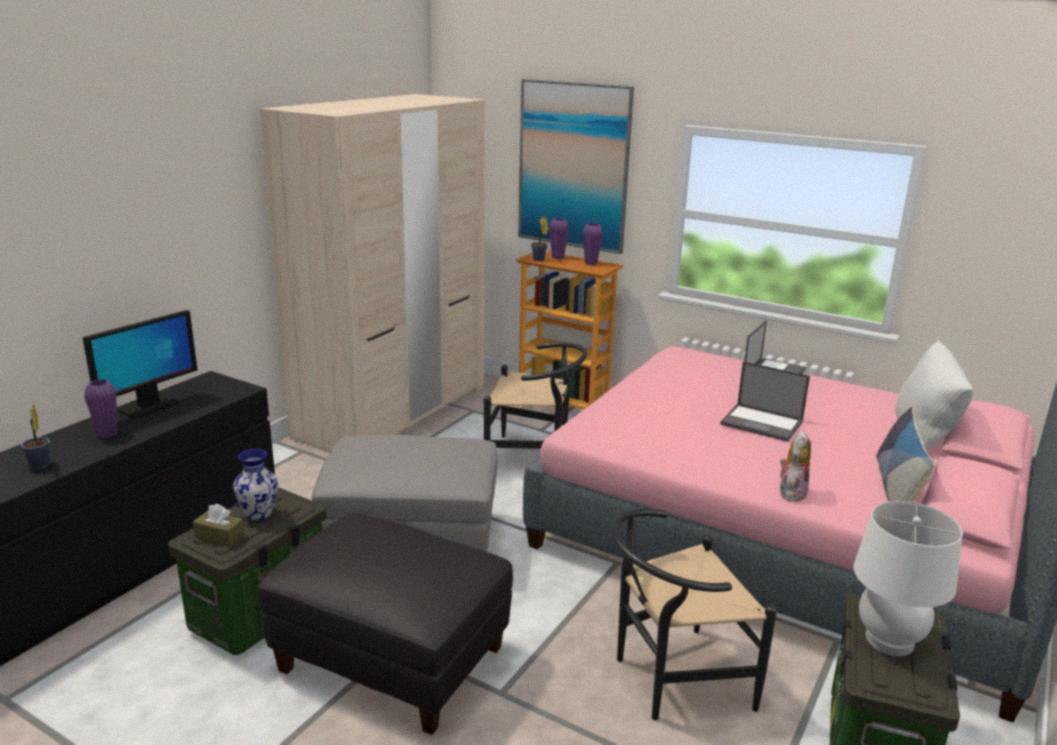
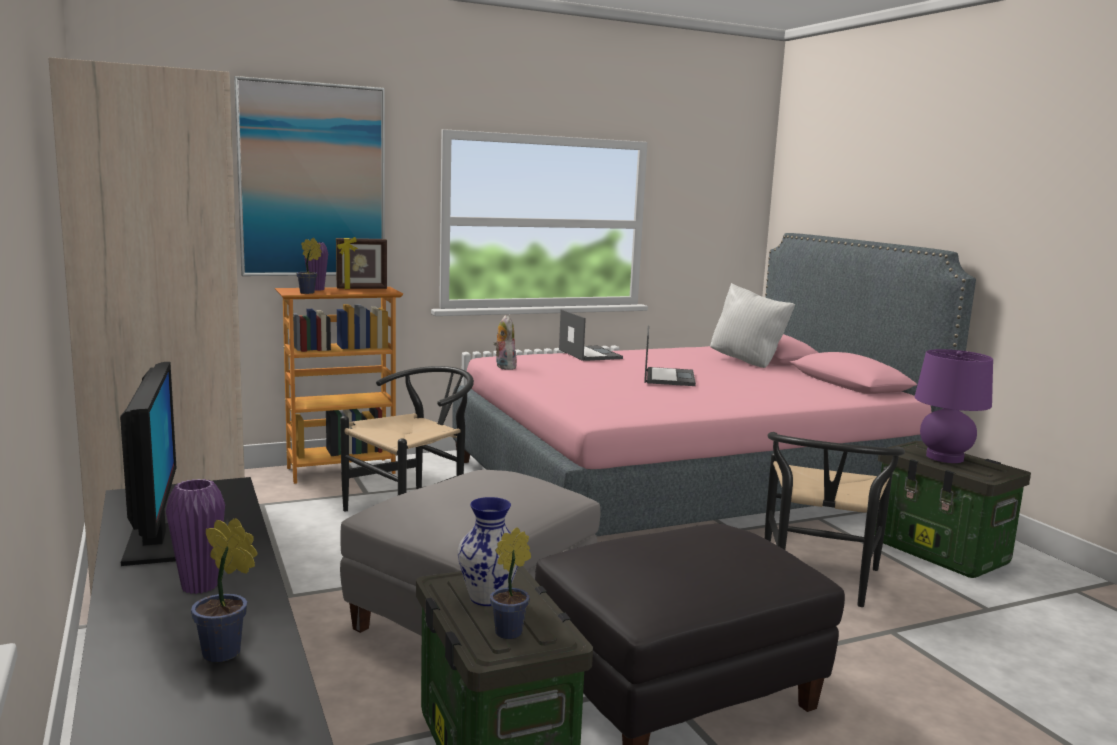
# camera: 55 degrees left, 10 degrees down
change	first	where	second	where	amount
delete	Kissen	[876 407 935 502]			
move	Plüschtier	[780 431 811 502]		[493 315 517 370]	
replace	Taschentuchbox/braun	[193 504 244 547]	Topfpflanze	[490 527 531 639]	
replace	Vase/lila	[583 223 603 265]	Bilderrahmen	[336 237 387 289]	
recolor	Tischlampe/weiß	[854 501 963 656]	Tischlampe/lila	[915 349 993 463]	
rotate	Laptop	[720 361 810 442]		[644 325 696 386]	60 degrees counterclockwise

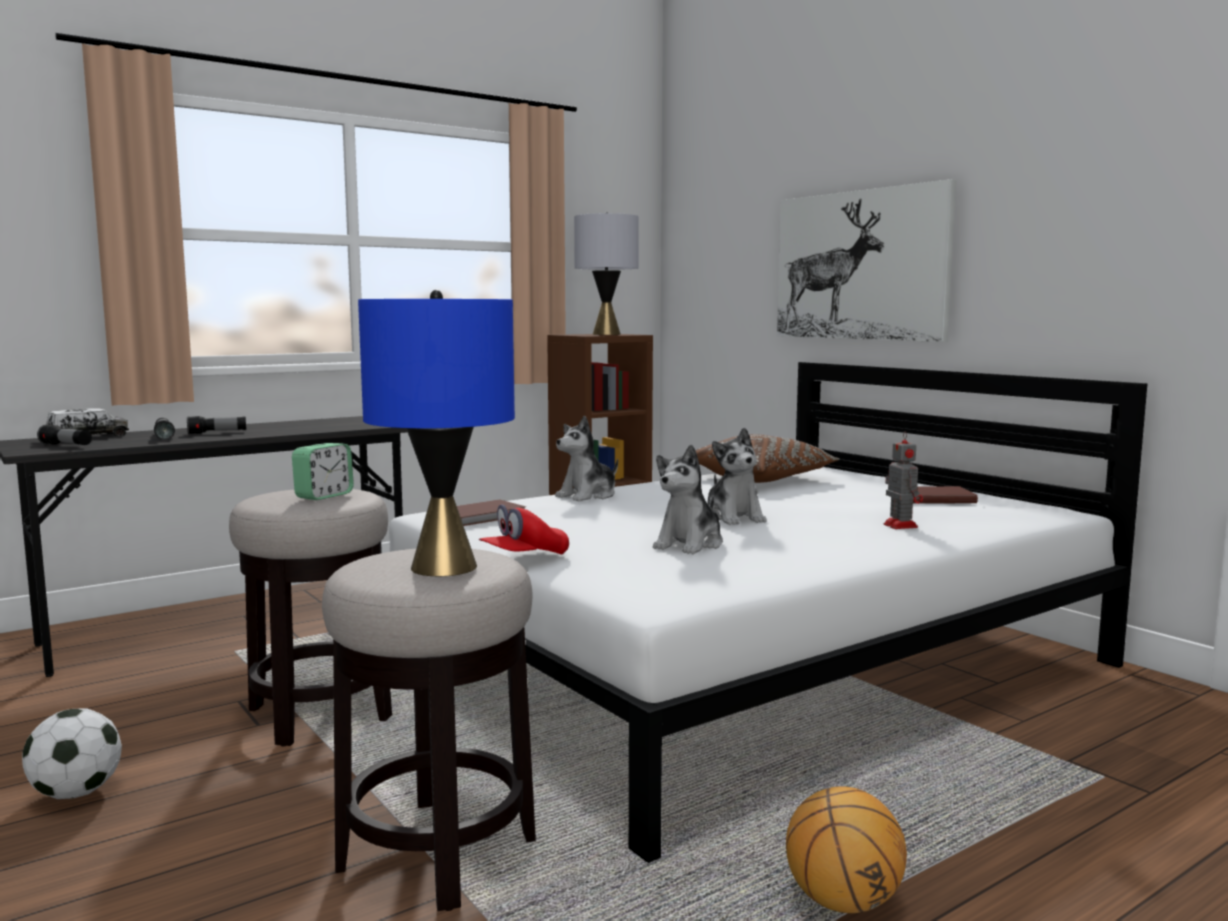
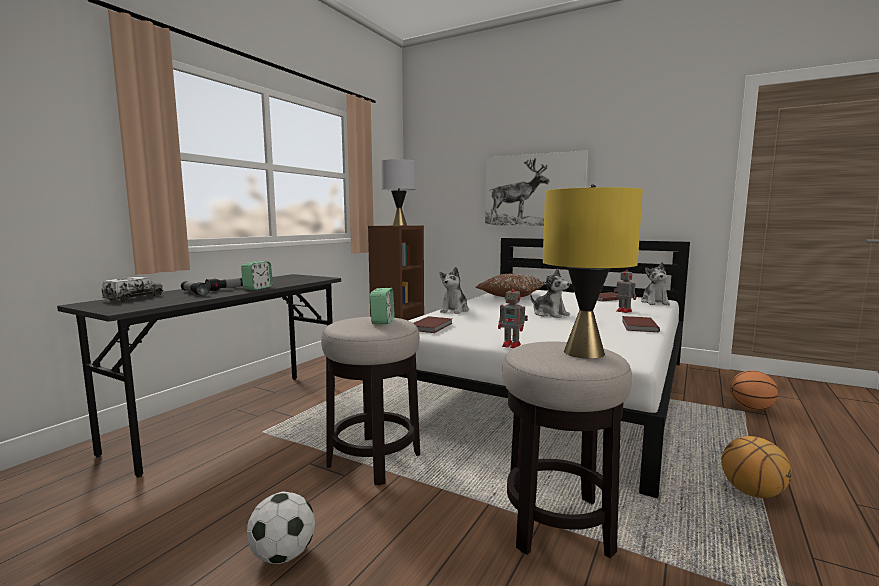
# camera: 25 degrees left, 0 degrees up
change	first	where	second	where	amount
delete	Taschenlampe	[37 424 92 445]			
insert			Wecker	[241 261 273 290]	
insert			Buch/braun	[622 316 660 332]	
insert			Basketball	[730 371 778 411]	
move	Plüschtier	[653 445 723 554]		[641 262 670 305]	
replace	Kappe/rot	[479 504 569 554]	Spielzeugroboter	[498 284 528 348]	
recolor	Tischlampe/blau	[358 290 515 576]	Tischlampe/gelb	[543 184 643 359]	

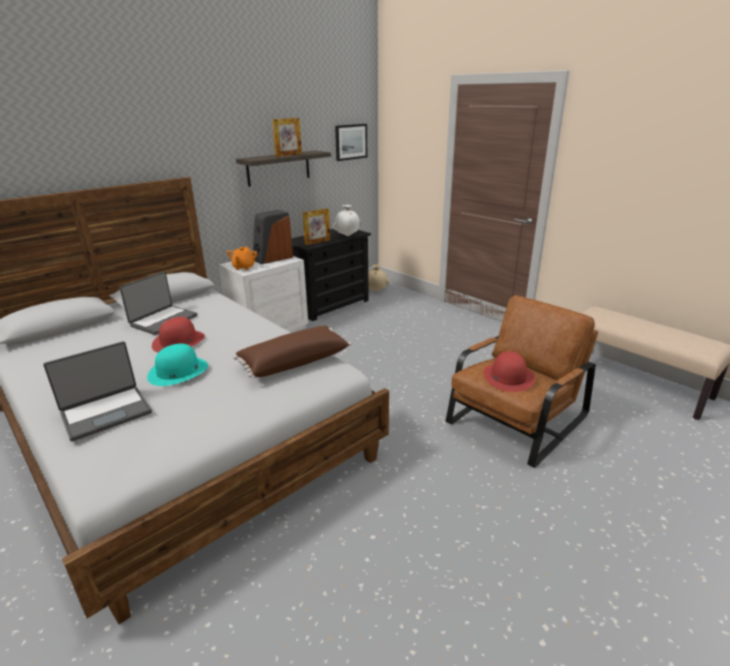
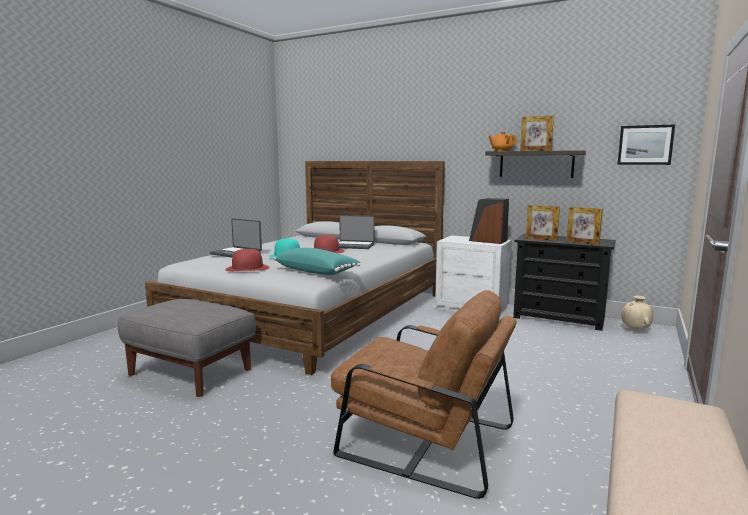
# camera: 70 degrees right, 15 degrees down
change	first	where	second	where	amount
insert			Polsterhocker/grau	[118 299 256 397]	
move	Teekanne/orange	[227 247 257 270]		[489 132 517 151]	
move	Hut/rot	[483 351 535 392]		[225 249 270 271]	
replace	Vase/weiß	[333 205 361 236]	Bilderrahmen	[566 207 603 245]	
recolor	Kissen/braun	[233 326 352 378]	Kissen/türkis	[274 248 360 275]	

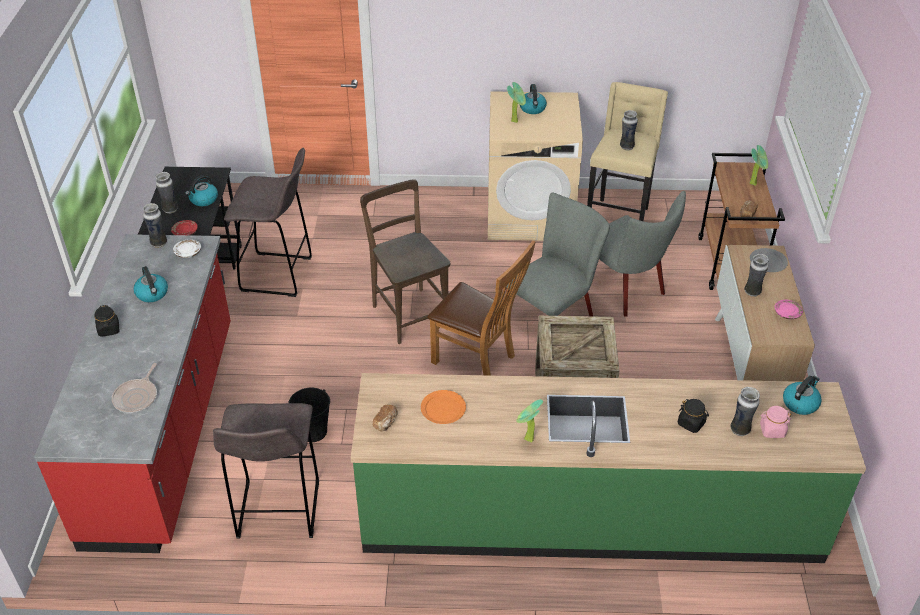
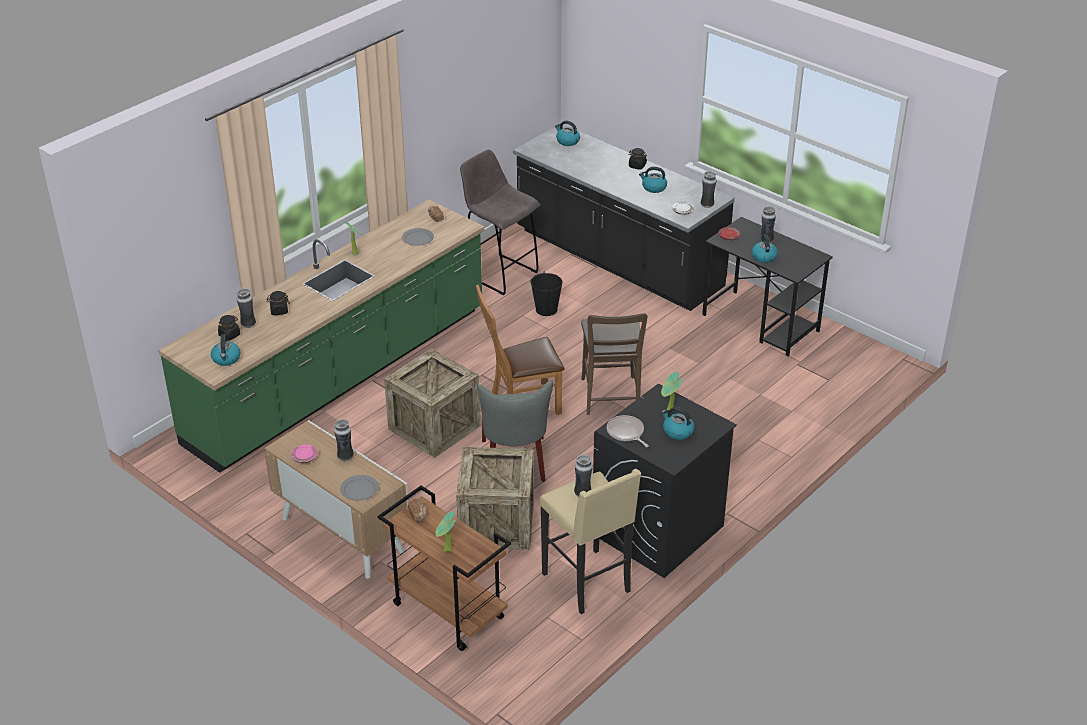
# camera: 130 degrees right, 5 degrees down
change	first	where	second	where	amount
delete	Hocker/grau	[224 148 312 297]			
insert			Wasserkessel	[555 121 580 146]	
move	Pfanne	[112 363 157 413]		[607 415 649 447]	
replace	Stuhl/grau	[599 191 686 316]	Kiste	[456 447 534 550]	
recolor	Küchenzeile/rot	[34 234 231 553]	Küchenzeile/schwarz	[513 124 735 311]	
recolor	Teller/orange	[421 390 466 424]	Teller/grau	[402 228 434 246]	
recolor	Waschmaschine/beige	[488 91 583 241]	Waschmaschine/schwarz	[593 384 737 578]	
recolor	Vorratsglas/rosa	[760 406 791 438]	Vorratsglas/schwarz	[218 315 240 341]	
rotate	Stuhl/braun	[360 179 450 344]		[581 313 647 415]	75 degrees clockwise

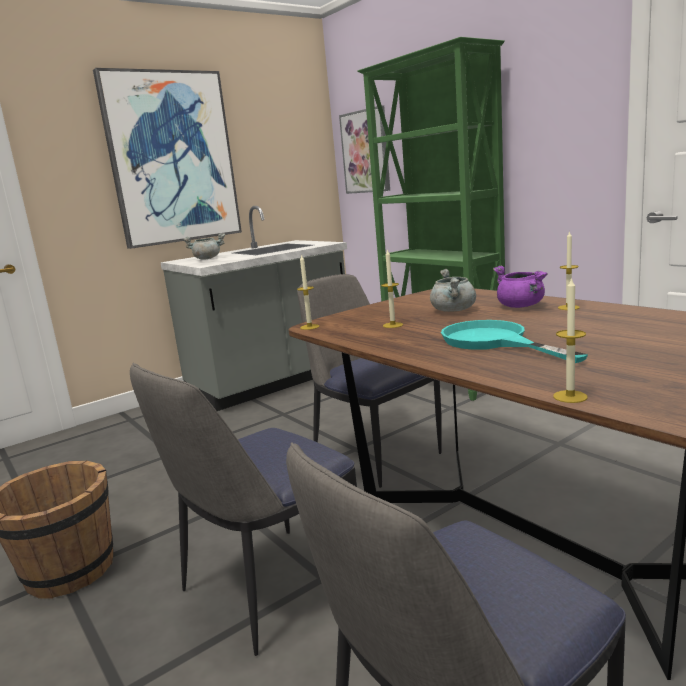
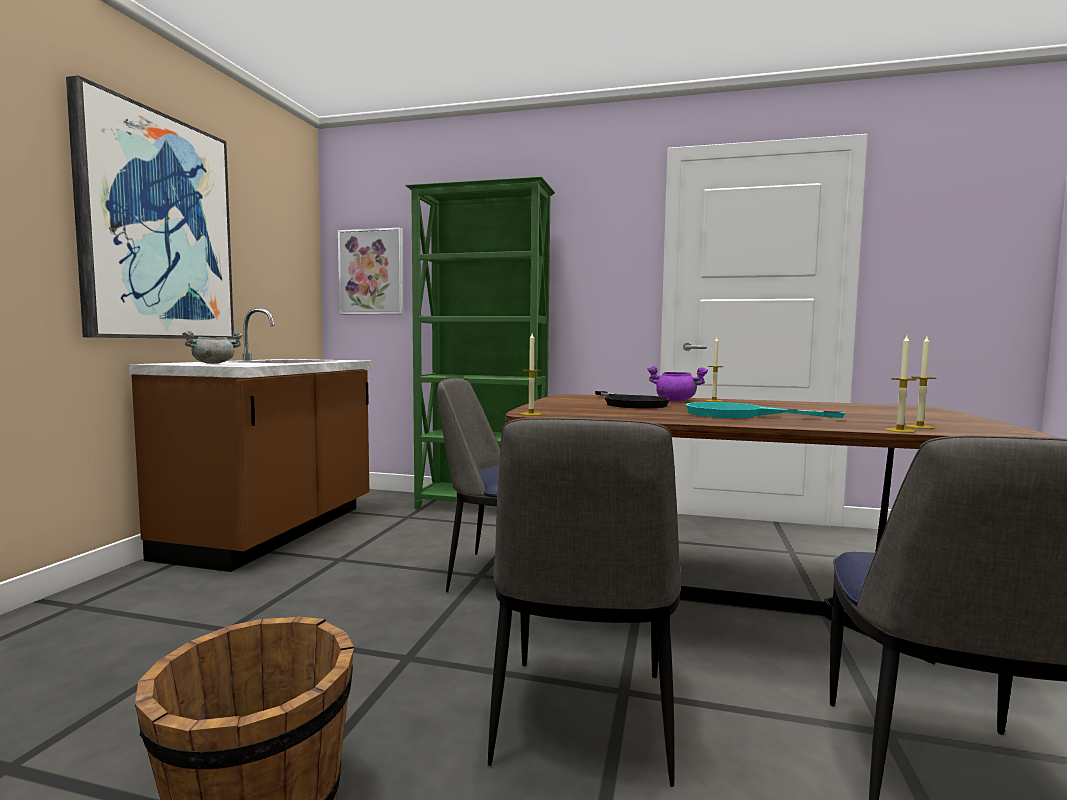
# camera: 40 degrees left, 10 degrees down
change	first	where	second	where	amount
move	Kerze	[381 249 403 328]		[906 336 936 429]	
replace	Kochtopf/grau	[430 269 476 312]	Pfanne/schwarz	[595 391 670 408]	
recolor	Küchenzeile/grau	[161 206 347 411]	Küchenzeile/braun	[129 308 374 572]	

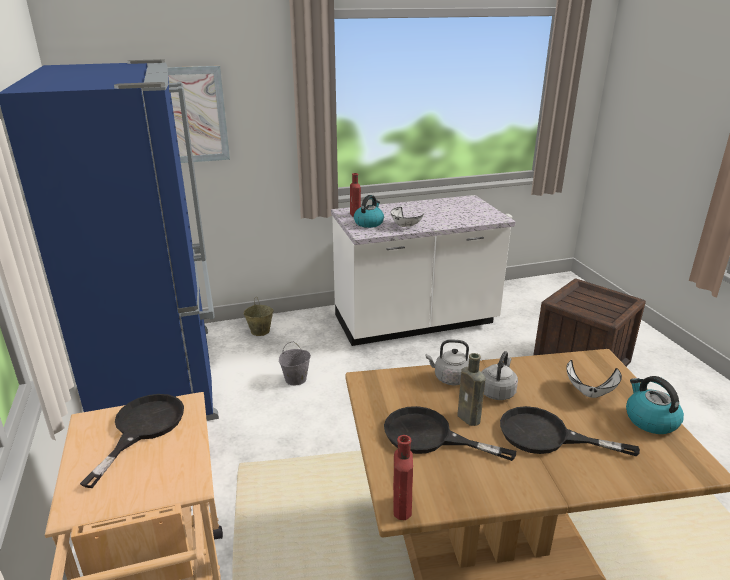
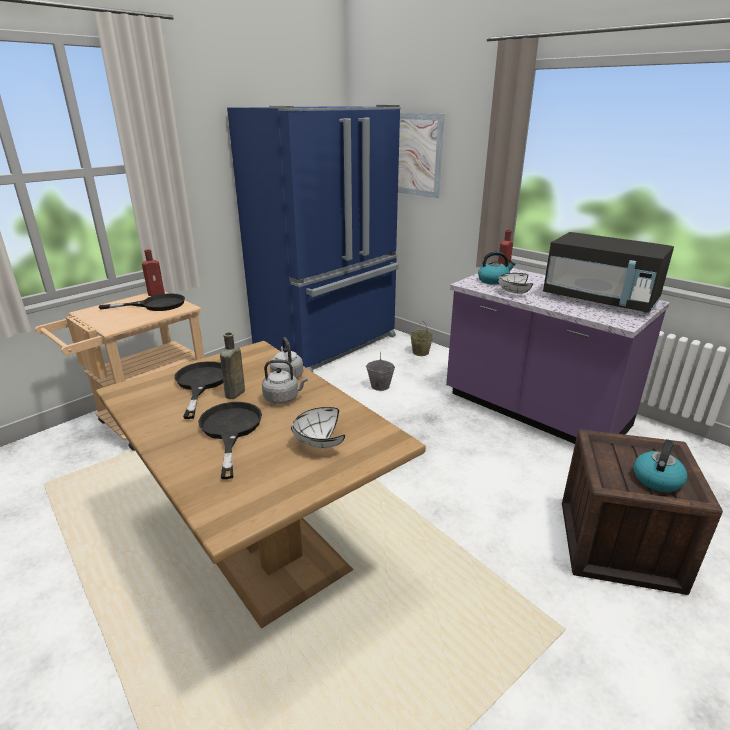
# camera: 60 degrees right, 0 degrees up
change	first	where	second	where	amount
insert			Mikrowelle/schwarz	[543 232 674 313]	
move	Flasche/rot	[393 435 413 520]		[142 250 165 296]	
move	Wasserkessel	[626 376 684 434]		[634 439 687 492]	
recolor	Küchenzeile/weiß	[331 195 515 346]	Küchenzeile/lila	[446 268 670 444]	

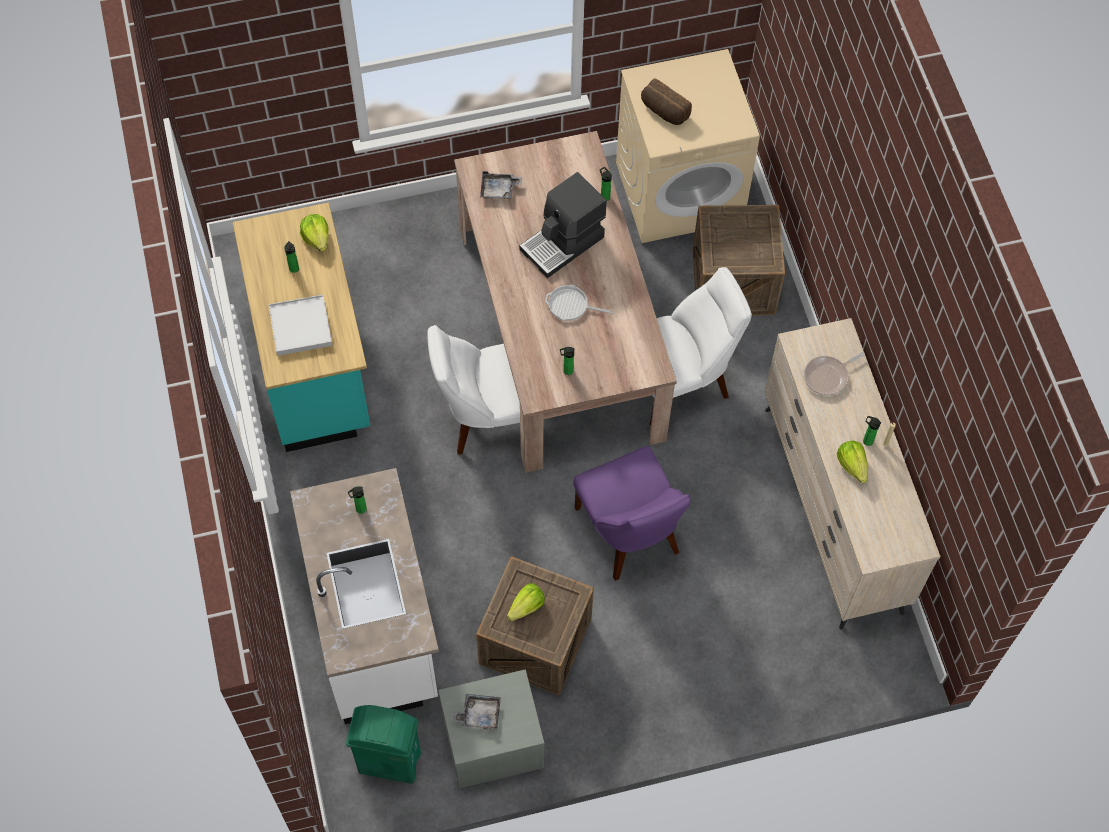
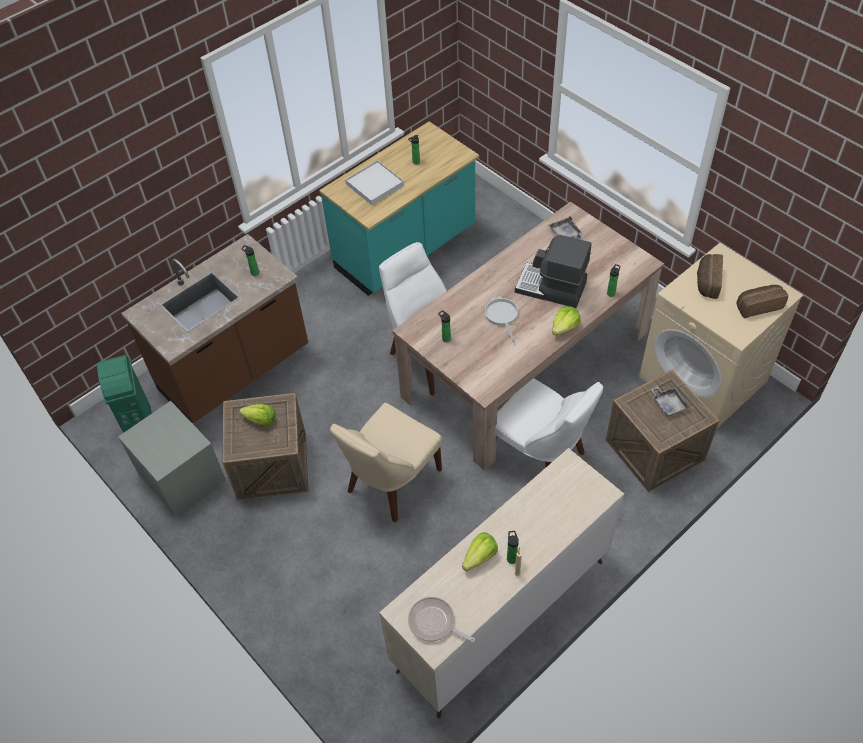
# camera: 65 degrees right, 10 degrees down
change	first	where	second	where	amount
insert			Brot	[737 285 788 318]	
move	Salatkopf	[300 214 329 252]		[552 306 581 336]	
move	Tablett/grau	[453 694 501 730]		[651 386 690 417]	
move	Pfanne	[804 352 865 396]		[408 597 475 642]	
recolor	Küchenzeile/weiß	[290 468 439 724]	Küchenzeile/braun	[121 234 308 423]	
recolor	Stuhl/lila	[573 446 691 581]	Stuhl/beige	[330 403 442 523]	

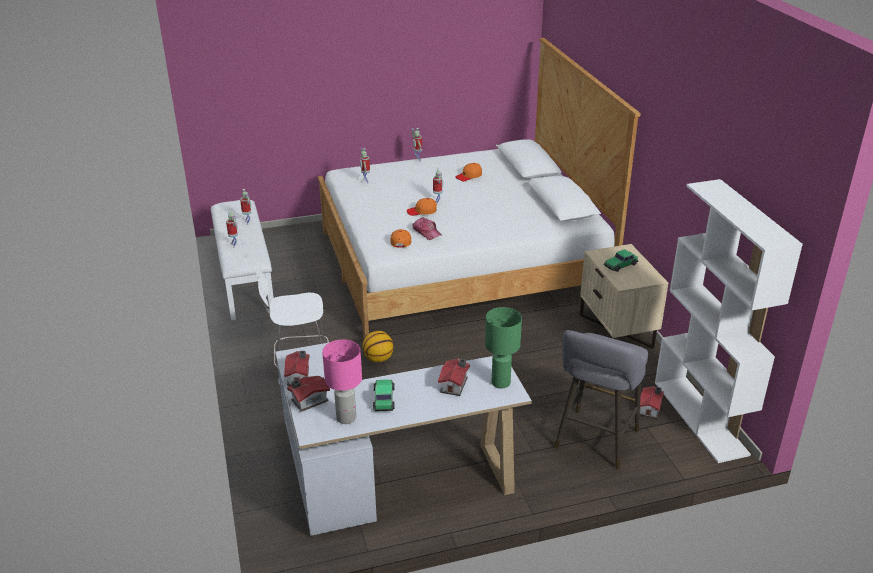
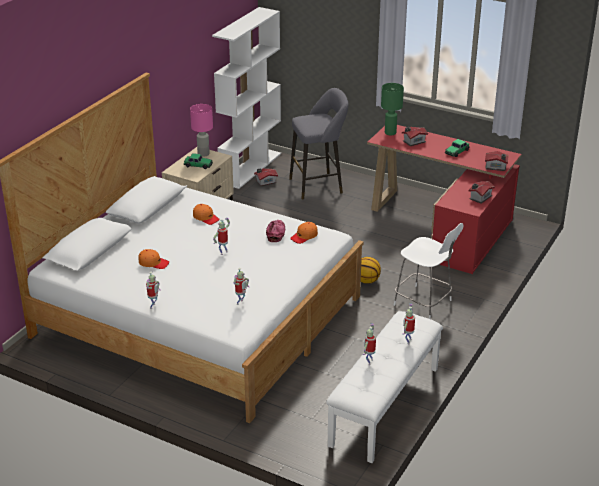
# camera: 135 degrees left, 0 degrees up
change	first	where	second	where	amount
move	Tischlampe/rosa	[322 339 362 424]		[190 104 213 157]	
move	Kappe/orange	[407 198 437 216]		[193 204 220 225]	
recolor	Schreibtisch/weiß	[275 342 532 536]	Schreibtisch/rot	[367 125 521 274]	

